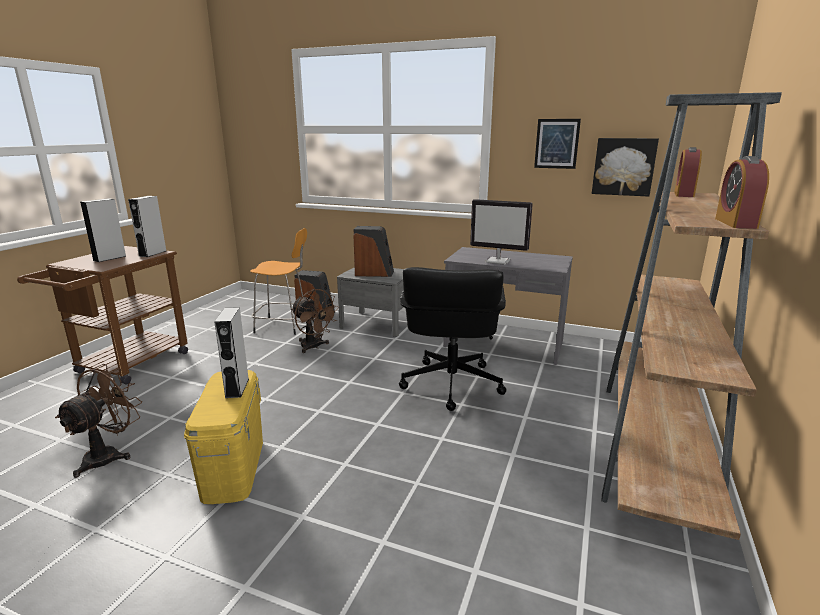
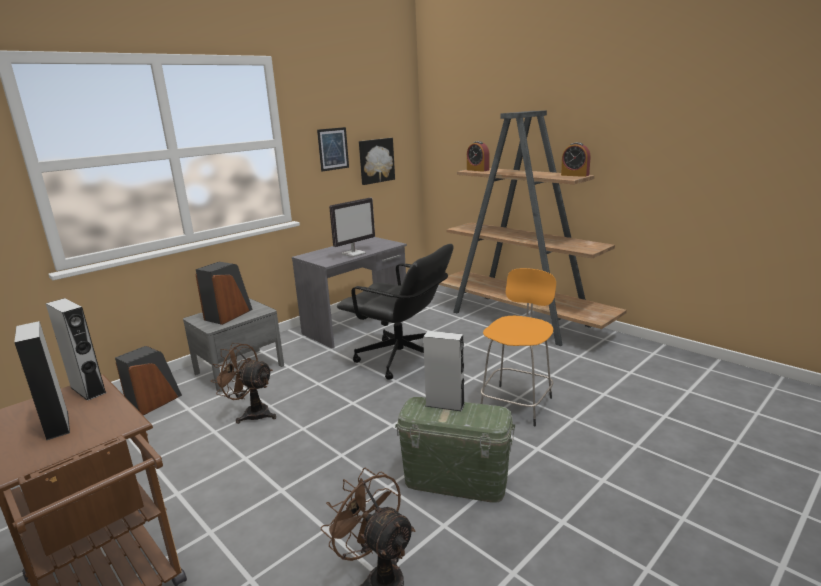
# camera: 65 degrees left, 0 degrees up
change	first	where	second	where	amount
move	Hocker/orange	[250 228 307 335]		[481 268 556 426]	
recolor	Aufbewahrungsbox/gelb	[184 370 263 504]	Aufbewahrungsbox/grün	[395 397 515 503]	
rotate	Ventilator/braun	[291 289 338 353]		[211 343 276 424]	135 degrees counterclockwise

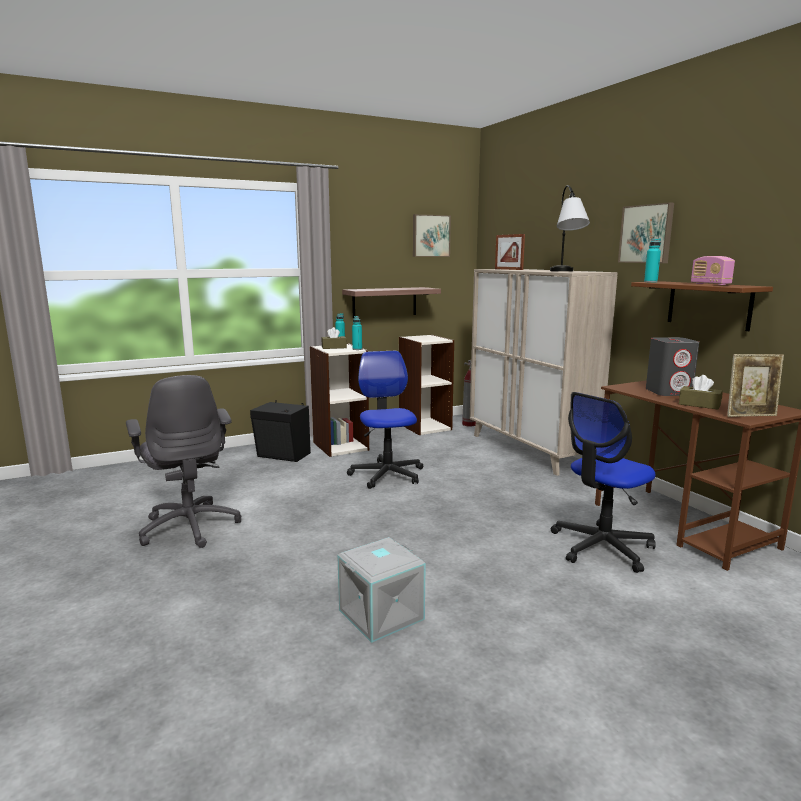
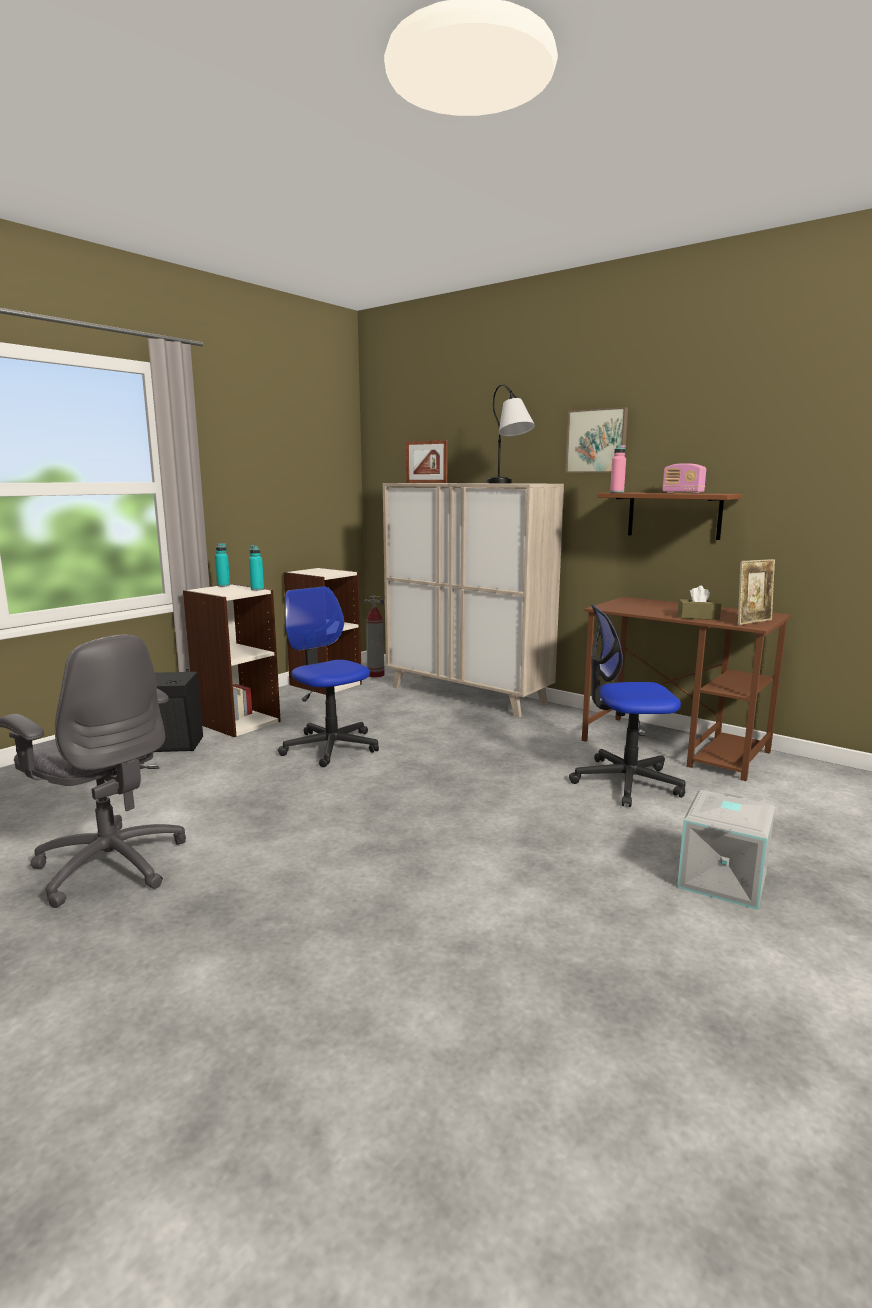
# camera: 25 degrees left, 0 degrees up
change	first	where	second	where	amount
delete	Taschentuchbox/braun	[321 327 347 349]			
delete	Wandregal	[342 287 441 318]			
delete	Bild	[413 214 451 257]			
delete	Lautsprecher/grau	[646 337 699 396]			
move	Aufbewahrungsbox/grau	[337 537 426 643]		[677 790 775 910]	
recolor	Flasche/türkis	[644 238 661 283]	Flasche/rosa	[610 445 626 493]	
rotate	Bürostuhl	[551 392 656 573]		[569 604 686 807]	60 degrees clockwise

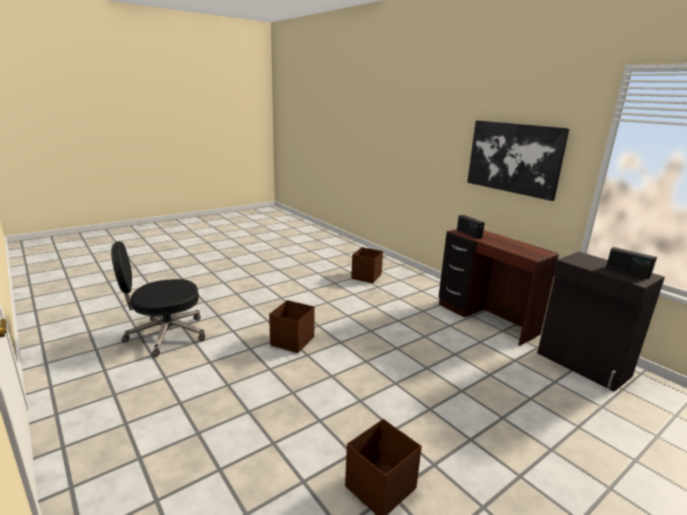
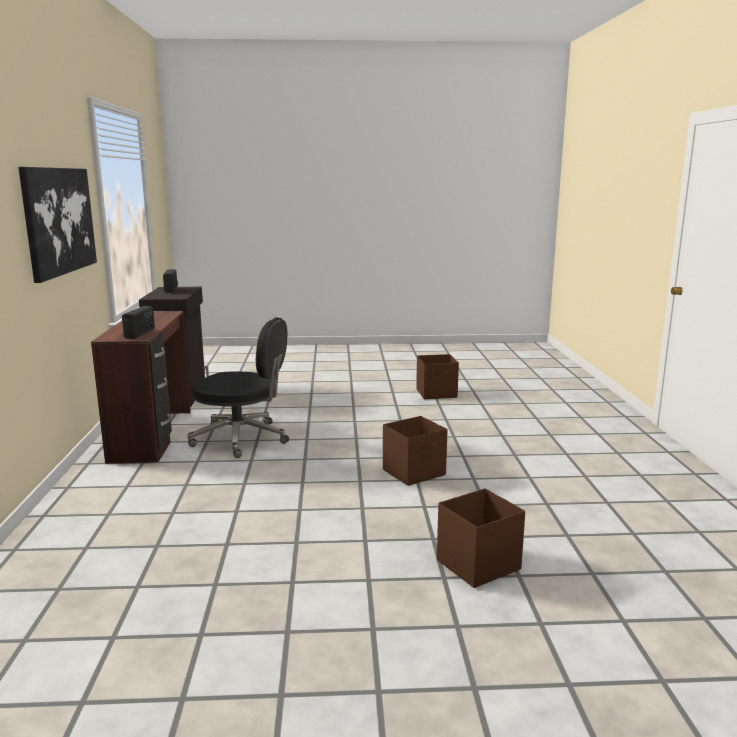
# camera: 145 degrees left, 5 degrees down
change	first	where	second	where	amount
move	Bürostuhl/schwarz	[111 241 205 357]		[188 317 289 458]	
move	Aufbewahrungsbox/braun	[351 247 383 283]		[437 488 525 588]	

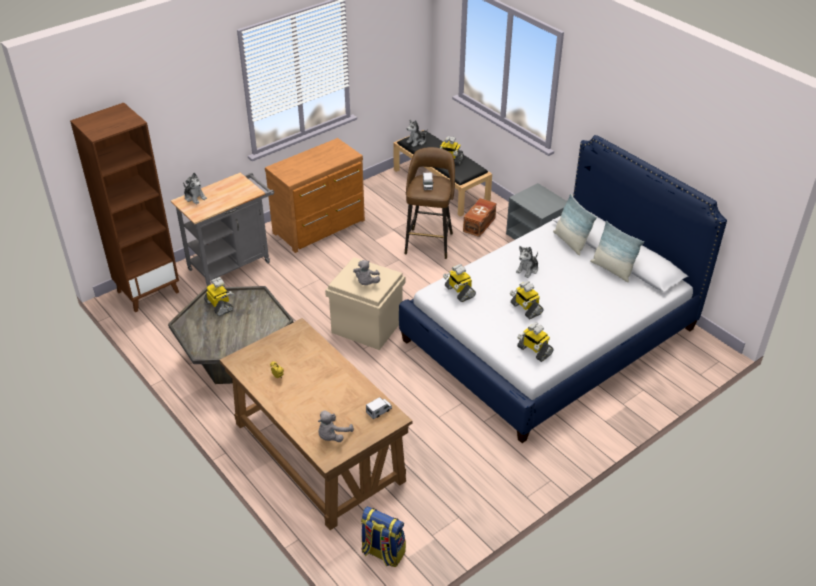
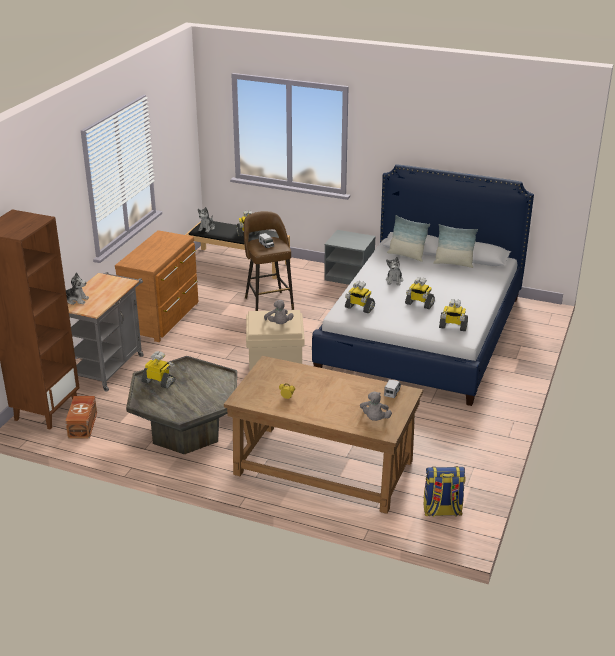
# camera: 30 degrees left, 10 degrees down
change	first	where	second	where	amount
move	Aufbewahrungsbox/braun	[463 198 496 237]		[65 396 97 439]	

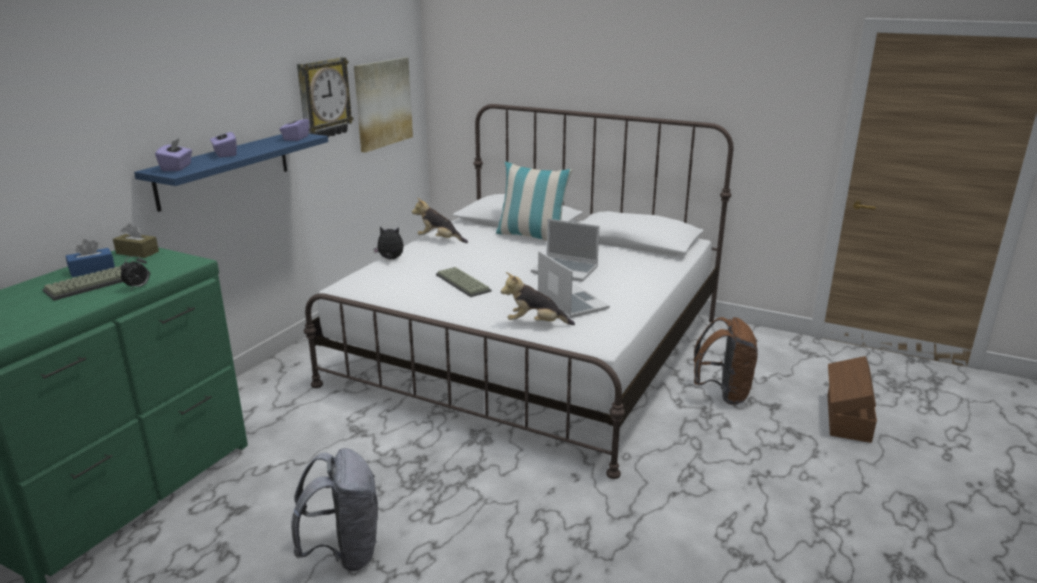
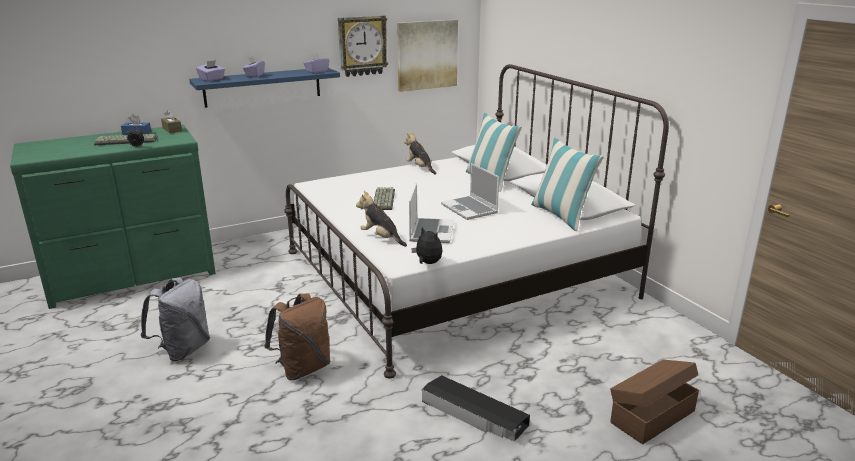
# camera: 35 degrees right, 0 degrees up
change	first	where	second	where	amount
insert			Aufbewahrungsbox/schwarz	[422 375 530 442]	
insert			Kissen	[531 138 604 231]	
move	Plüschtier	[373 227 404 259]		[411 227 443 264]	
move	Rucksack/braun	[694 317 758 405]		[264 293 331 380]	

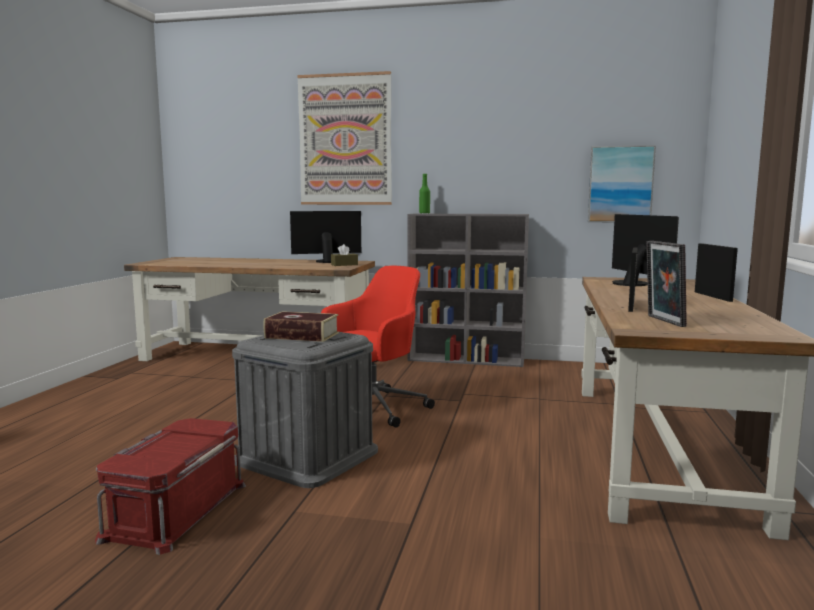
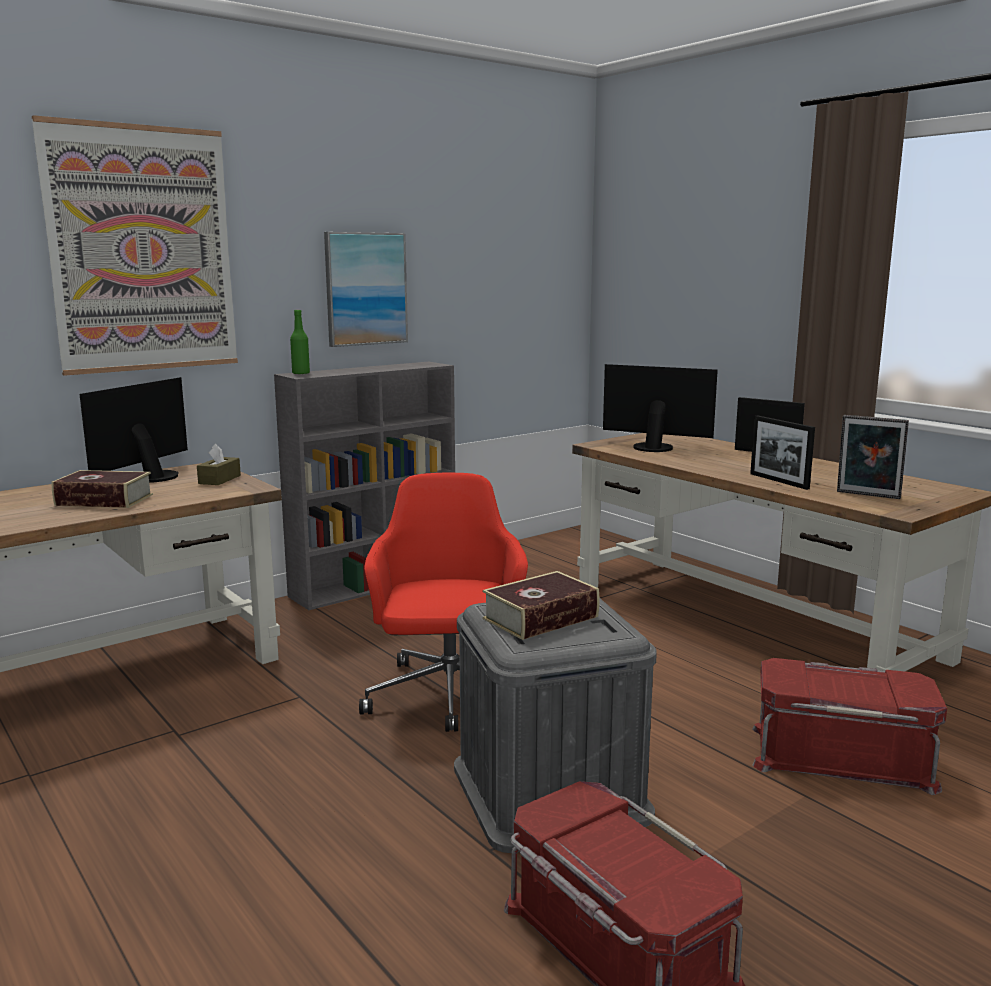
# camera: 50 degrees left, 5 degrees up
change	first	where	second	where	amount
insert			Buch	[52 470 153 508]	
insert			Aufbewahrungsbox/rot	[752 658 947 795]	
move	Bild	[588 145 656 222]		[324 232 408 347]	

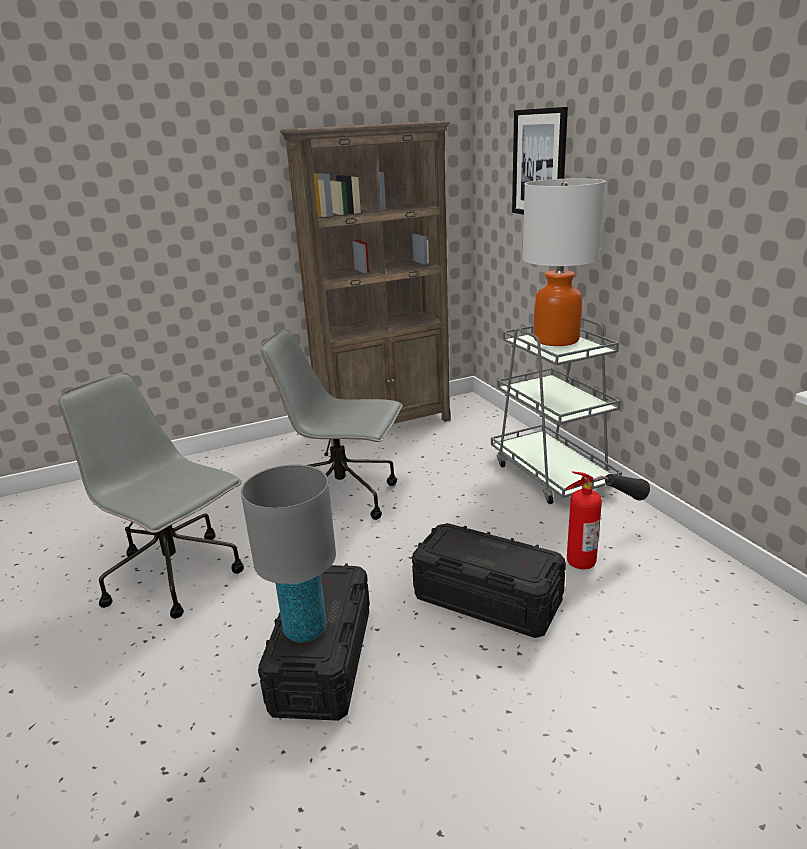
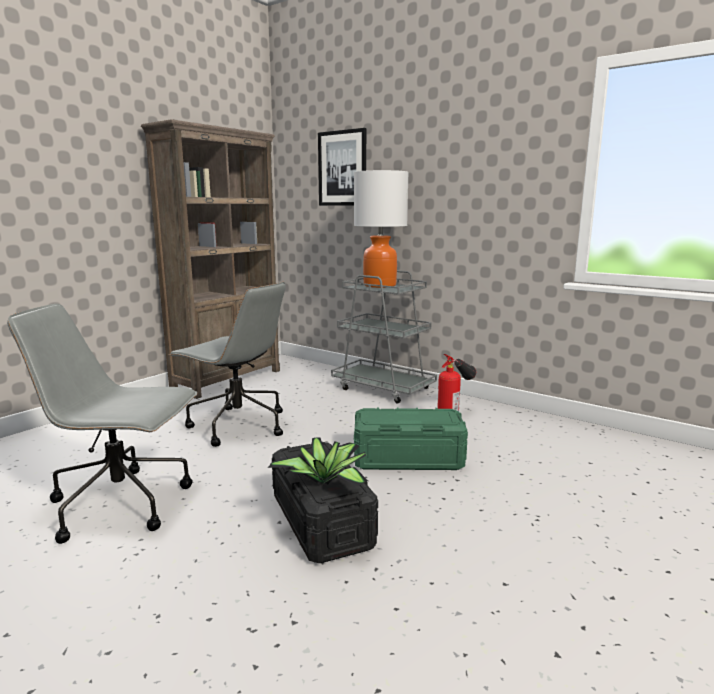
# camera: 30 degrees left, 10 degrees down
change	first	where	second	where	amount
replace	Tischlampe/grau	[241 464 336 643]	Topfpflanze	[268 437 368 487]	
recolor	Aufbewahrungsbox/schwarz	[412 523 566 638]	Aufbewahrungsbox/grün	[354 407 468 470]	
rotate	Bürostuhl/grau	[260 329 403 520]		[169 282 286 447]	135 degrees counterclockwise

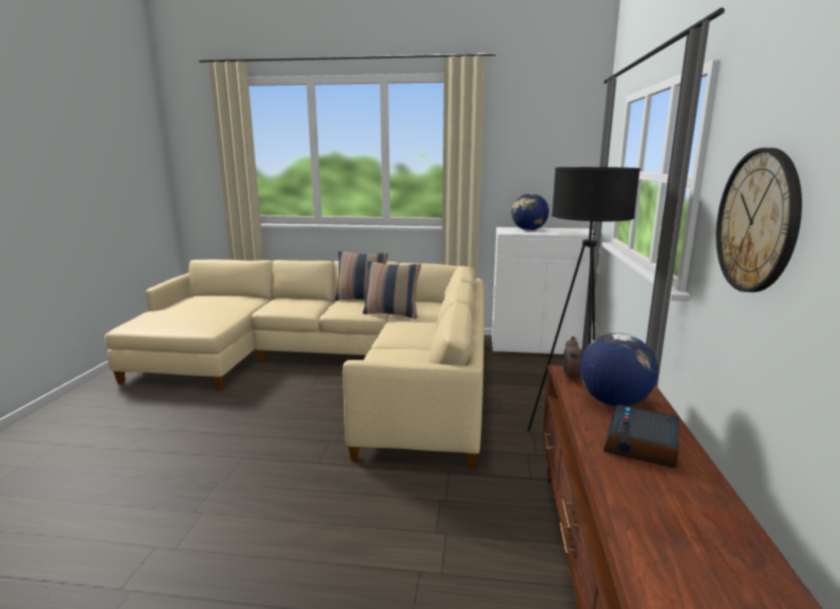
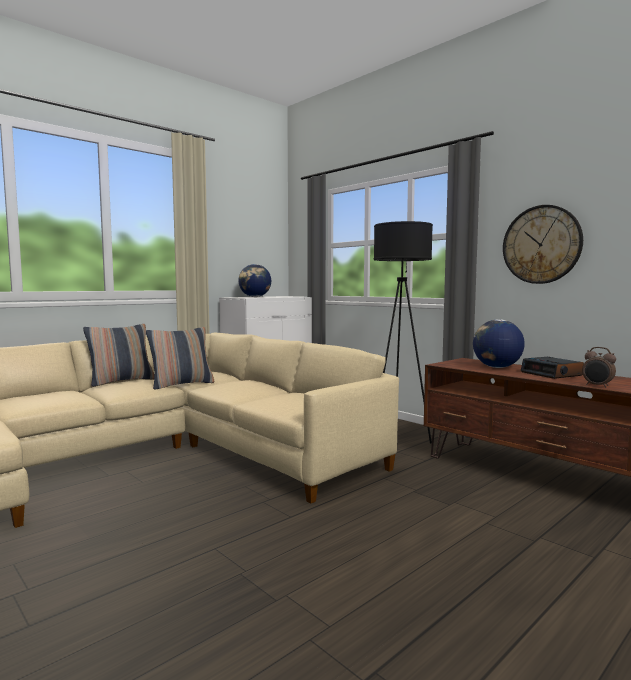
# camera: 50 degrees left, 10 degrees down
change	first	where	second	where	amount
move	Wecker	[563 336 582 382]		[582 347 616 388]	

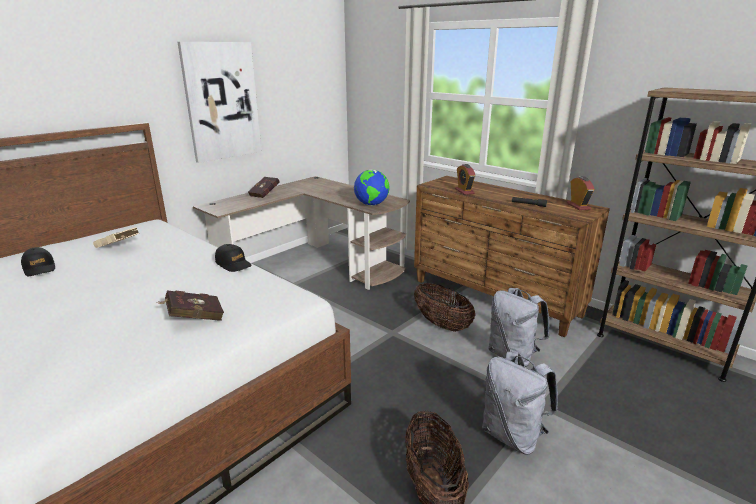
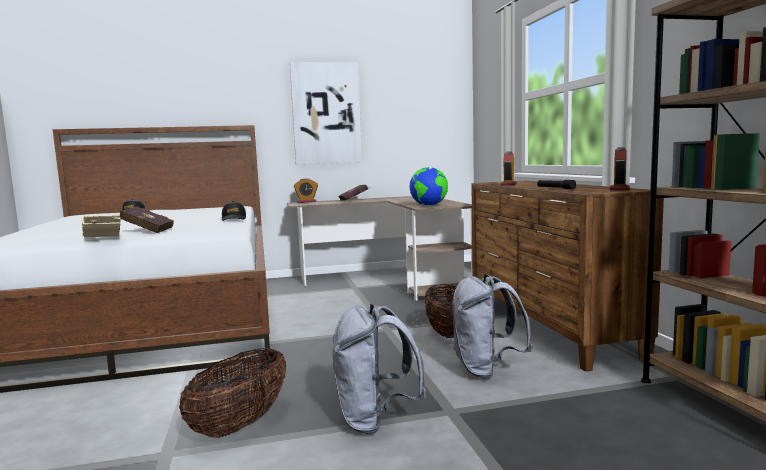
# camera: 35 degrees right, 15 degrees down
change	first	where	second	where	amount
insert			Wecker	[294 178 318 203]	
move	Buch/beige	[93 227 139 248]		[82 215 121 237]	

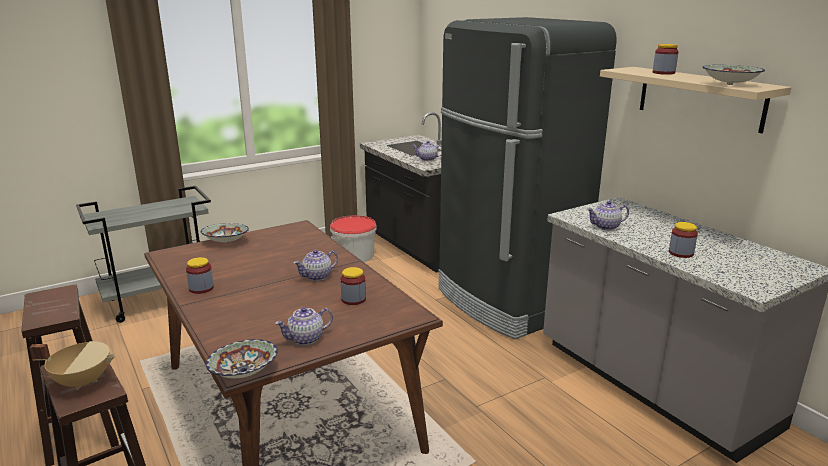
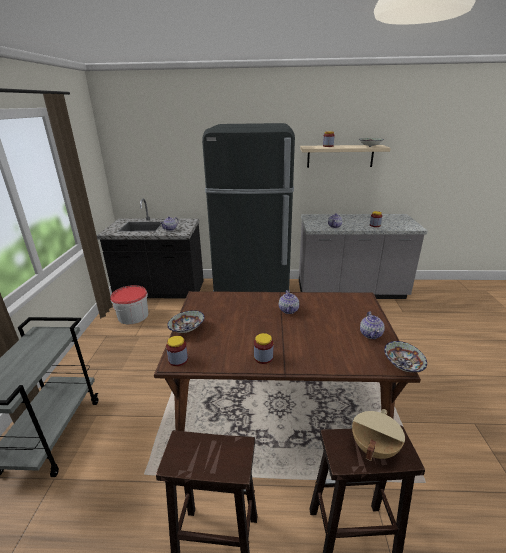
# camera: 55 degrees left, 5 degrees up
change	first	where	second	where	amount
move	Vorratsglas	[340 267 366 305]		[166 336 188 366]	

